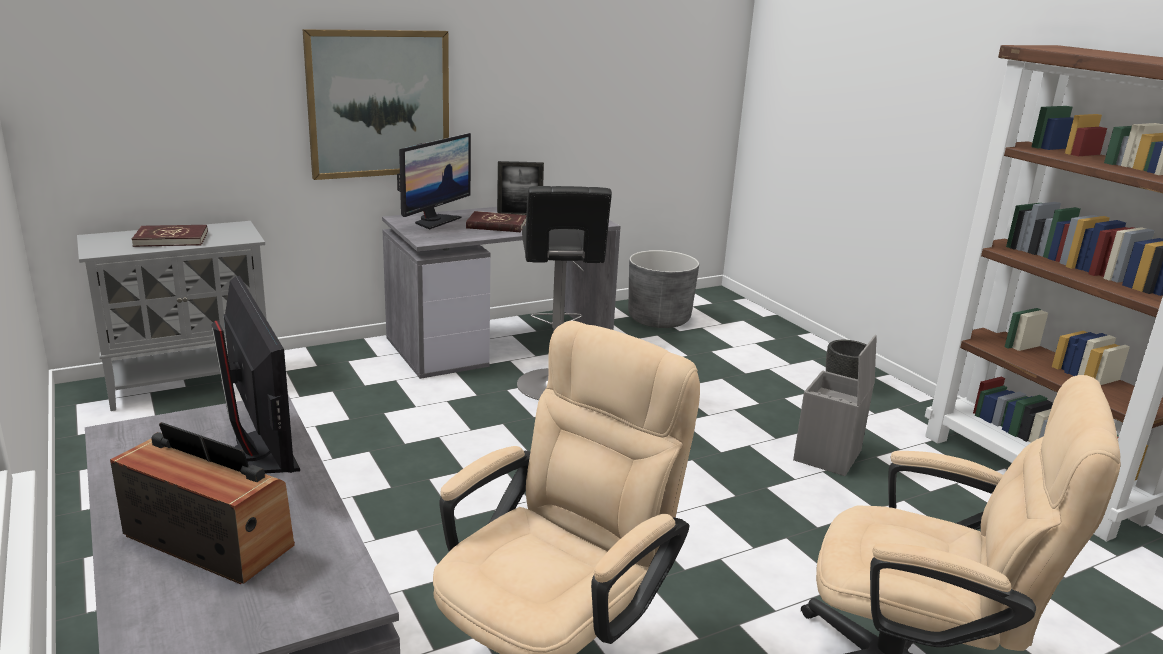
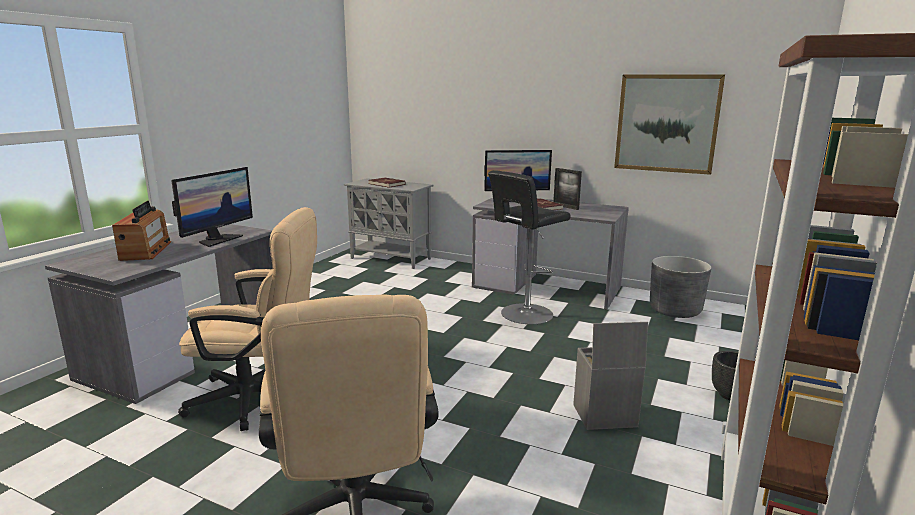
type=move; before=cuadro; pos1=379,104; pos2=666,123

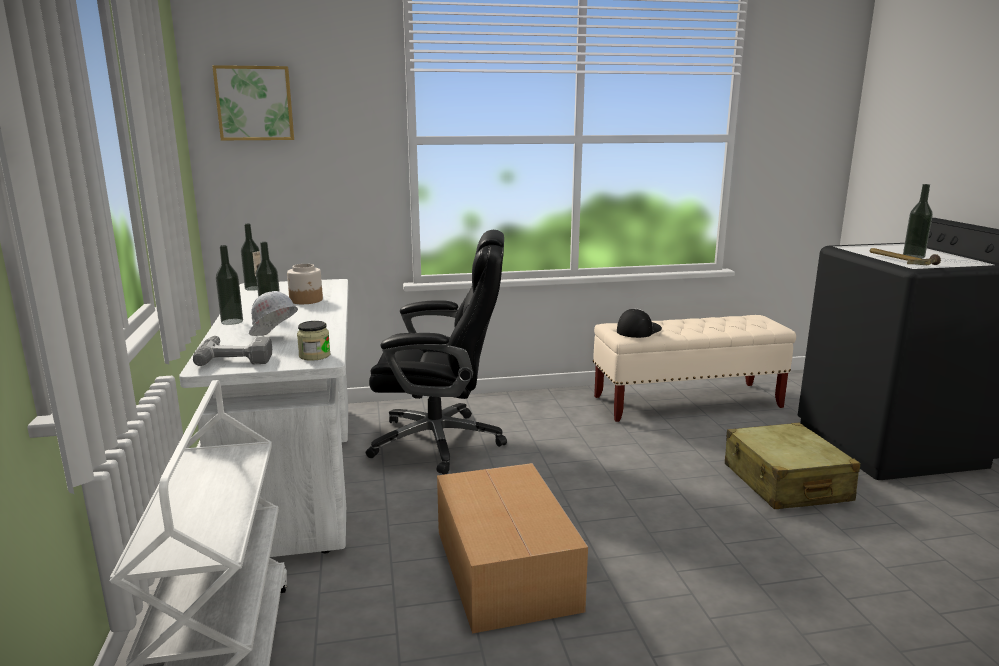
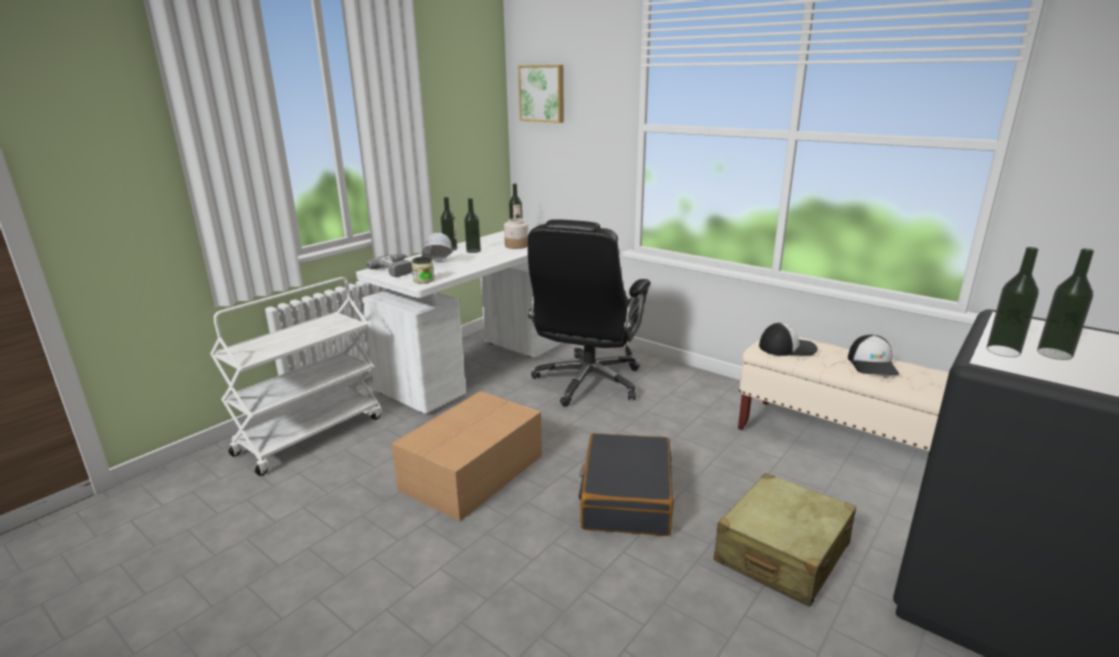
type=rotate; before=silla de oficina (negro); pos1=440,441; pos2=587,383; turn=60
type=insert; after=maleta (negro); pos2=626,497
type=insert; after=gorra; pos2=873,364
type=replace; before=martillo; after=botella; pos1=900,260; pos2=1003,351

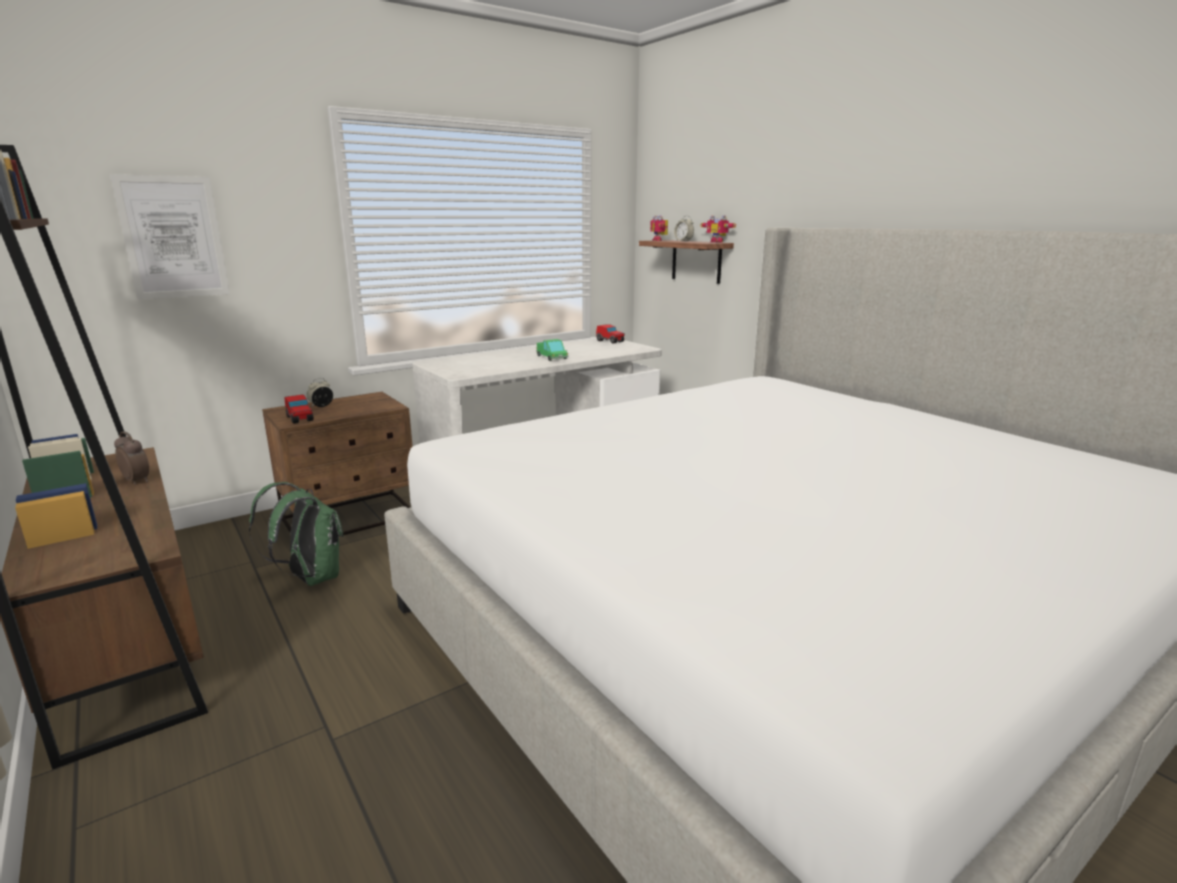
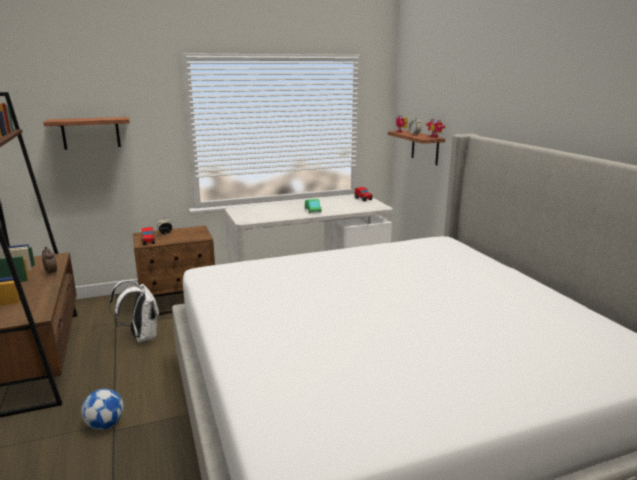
type=replace; before=cuadro; after=estante; pos1=173,237; pos2=91,133
type=insert; after=balón de fútbol; pos2=105,424
type=recolor; before=mochila (verde); after=mochila (blanco); pos1=310,578; pos2=141,337

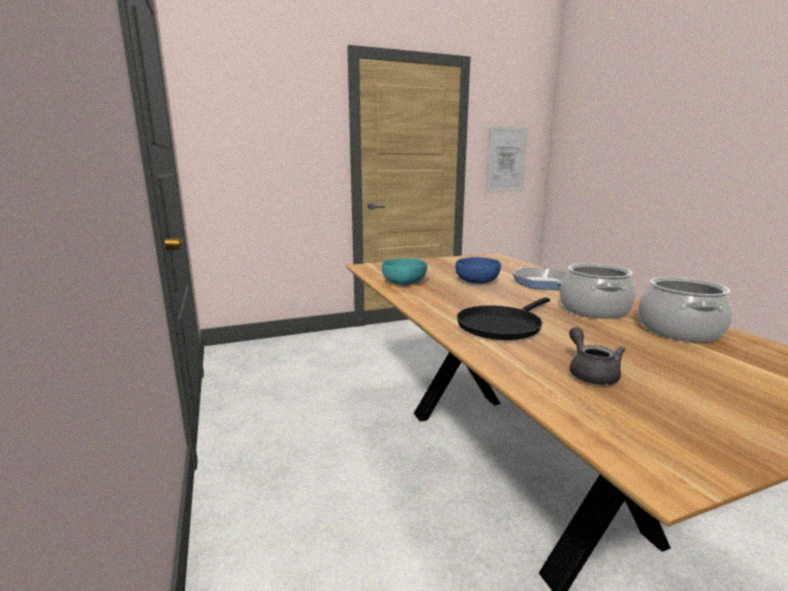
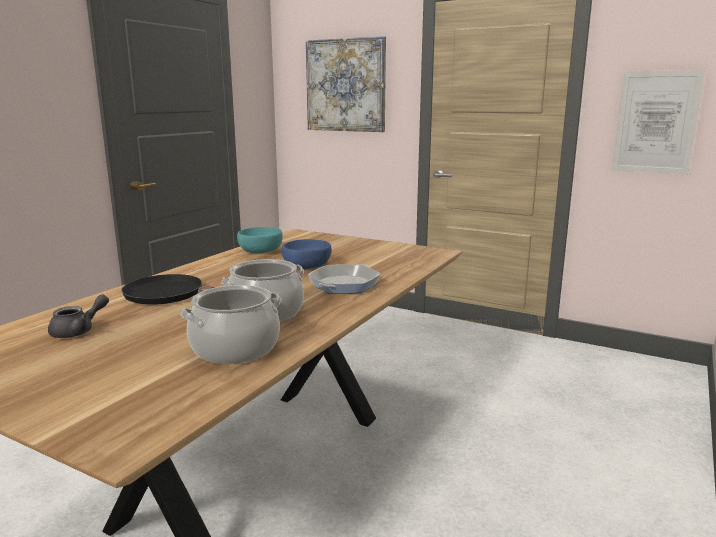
type=insert; after=cuadro; pos2=346,85

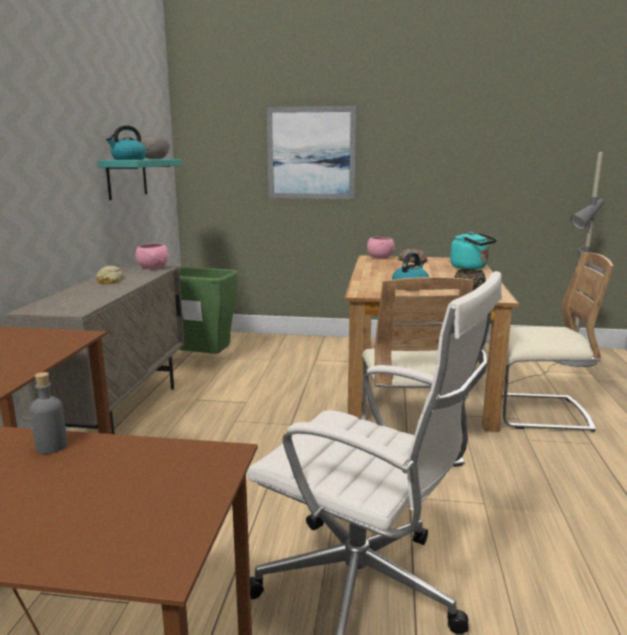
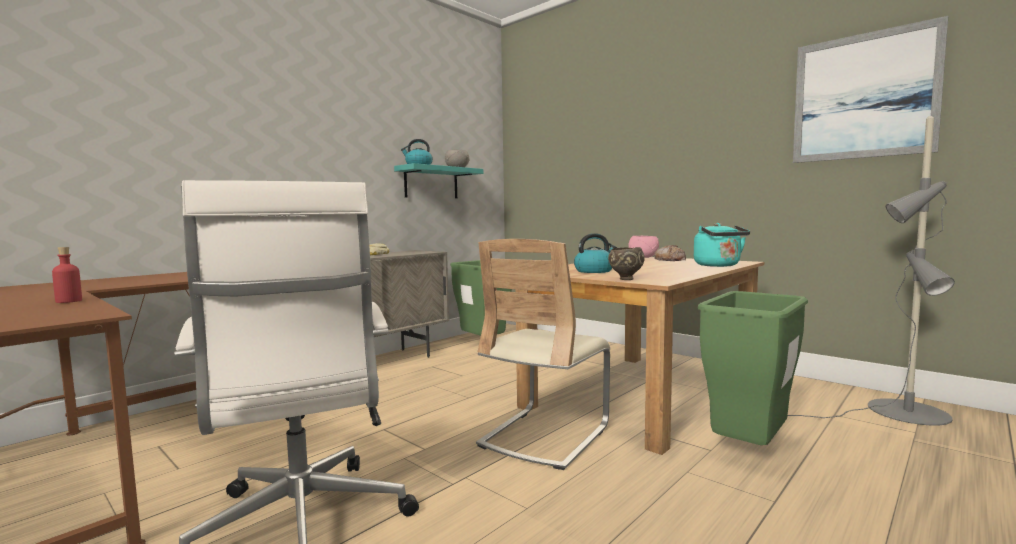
type=recolor; before=botella (gris); after=botella (rojo); pos1=52,446; pos2=69,301
type=replace; before=silla (beis); after=papelera (verde); pos1=537,412; pos2=748,451
type=move; before=cuadro; pos1=311,153; pos2=863,96
type=delete; before=cuenco (rosa); pos1=153,268

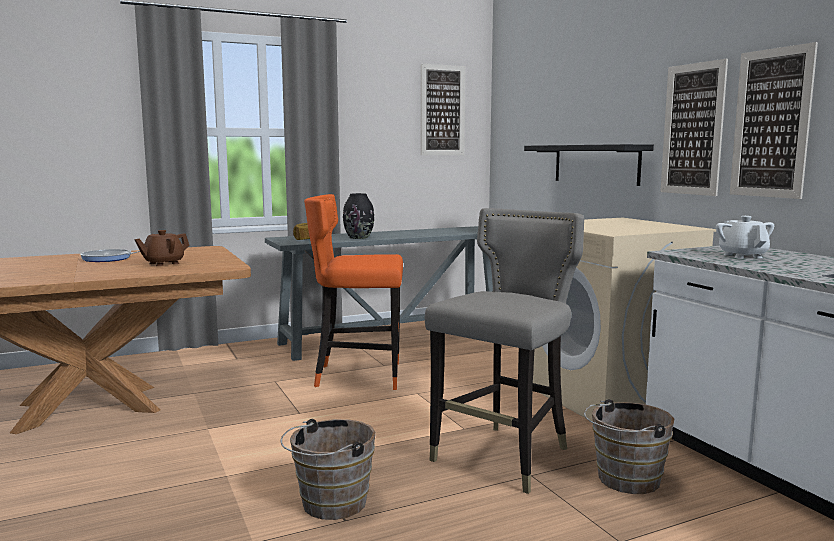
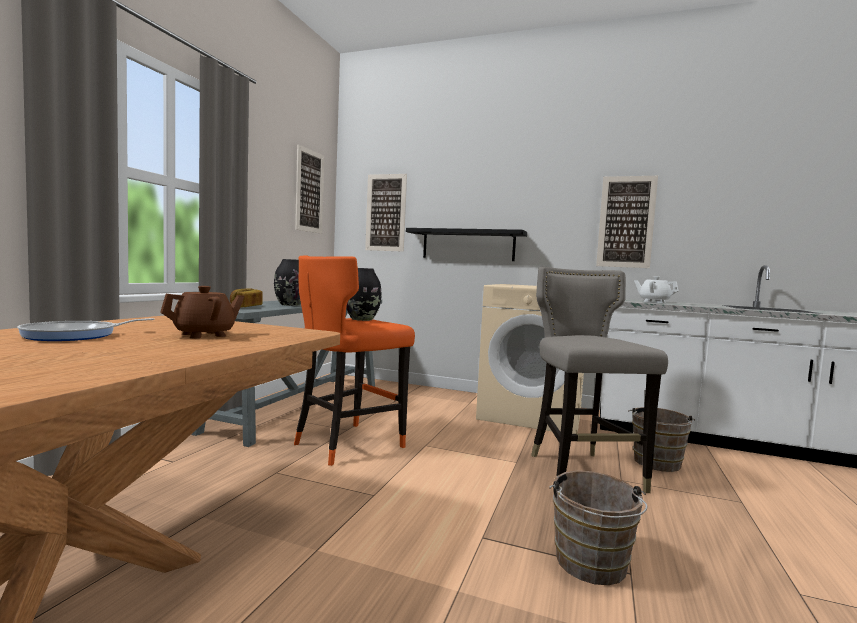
type=rotate; before=tetera (marrón); pos1=163,263; pos2=204,335; turn=-135
type=insert; after=florero (negro); pos2=362,319
type=move; before=cuadro; pos1=692,129; pos2=386,212

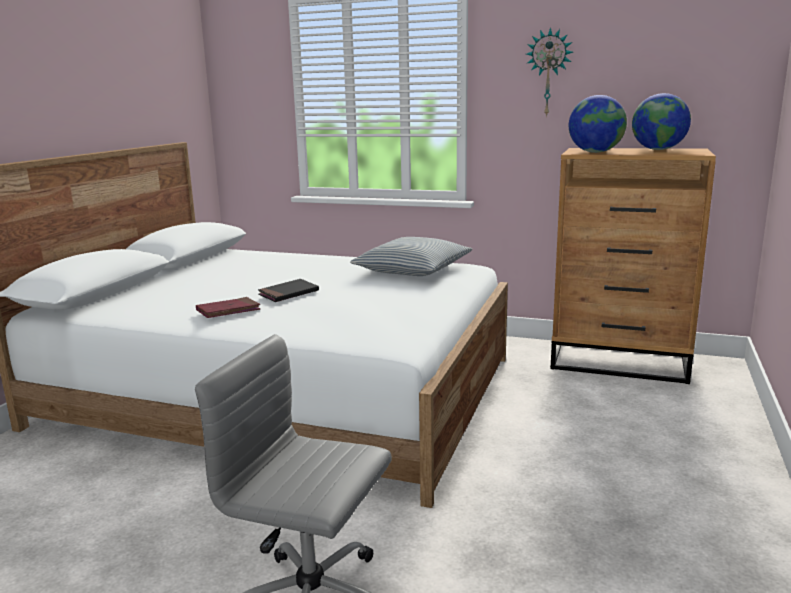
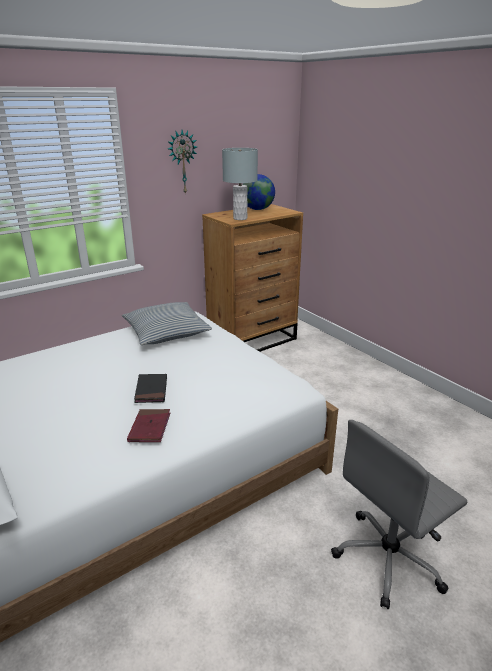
type=replace; before=globo terráqueo; after=lámpara de mesa (gris); pos1=595,152; pos2=240,218

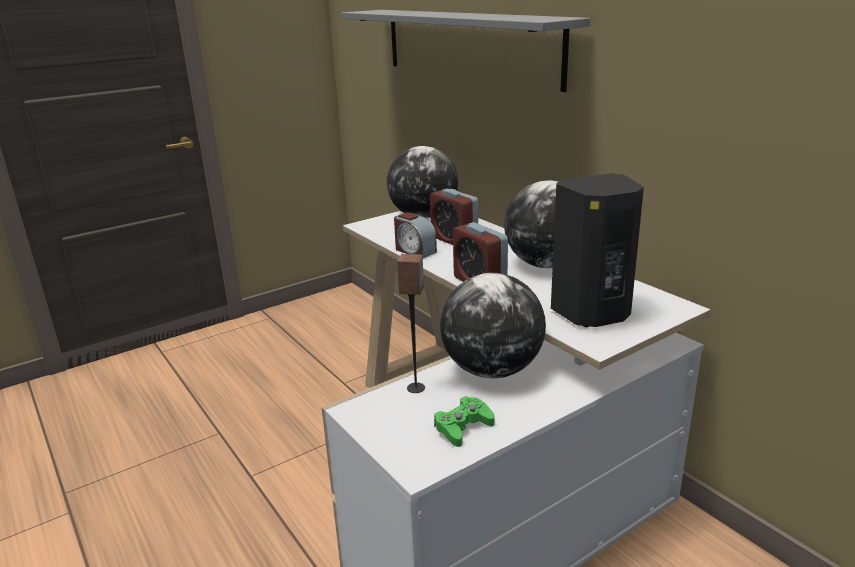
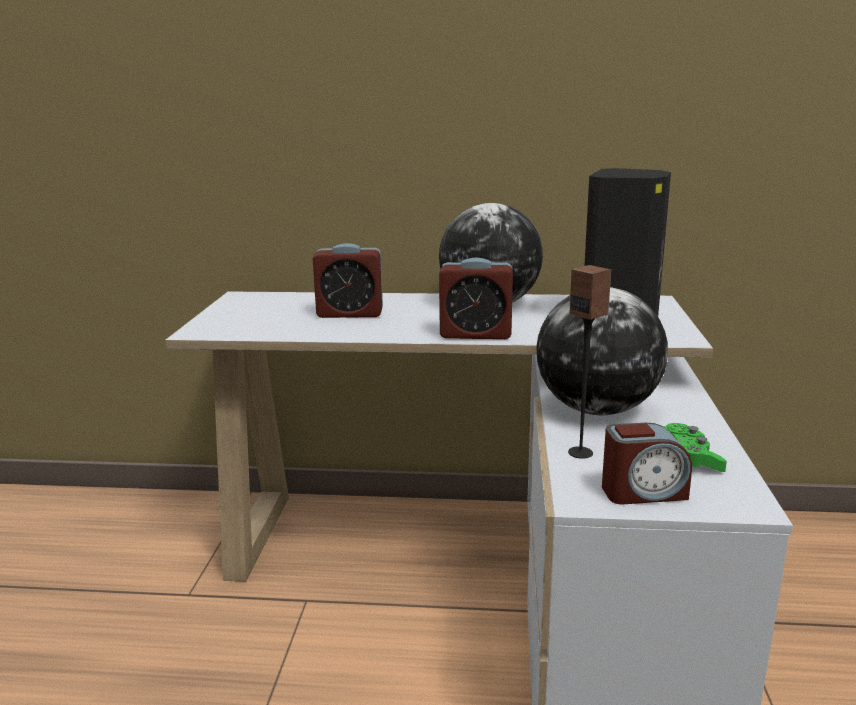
type=move; before=despertador; pos1=414,251; pos2=643,492
type=delete; before=estante (gris); pos1=467,45
type=delete; before=globo terráqueo; pos1=423,216

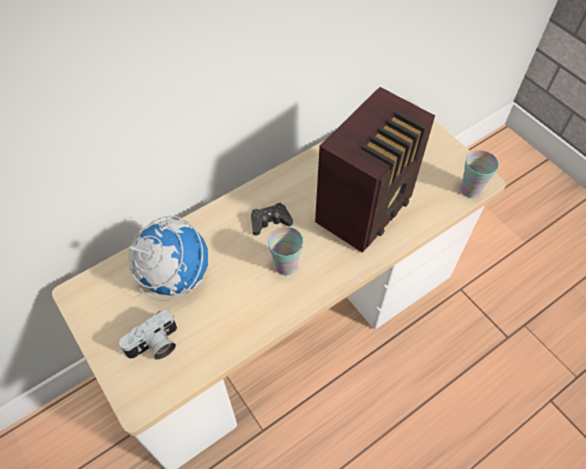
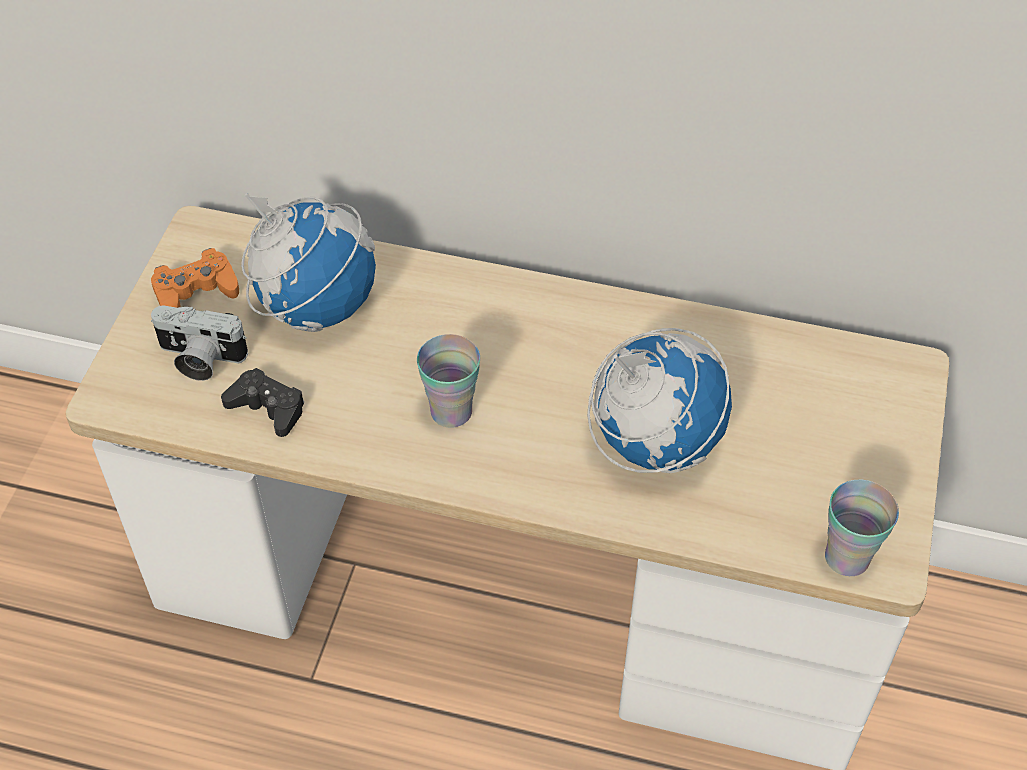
type=insert; after=mando de consola (naranja); pos2=196,291
type=move; before=mando de consola (negro); pos1=270,221; pos2=267,408
type=replace; before=radio; after=globo terráqueo; pos1=367,208; pos2=654,442

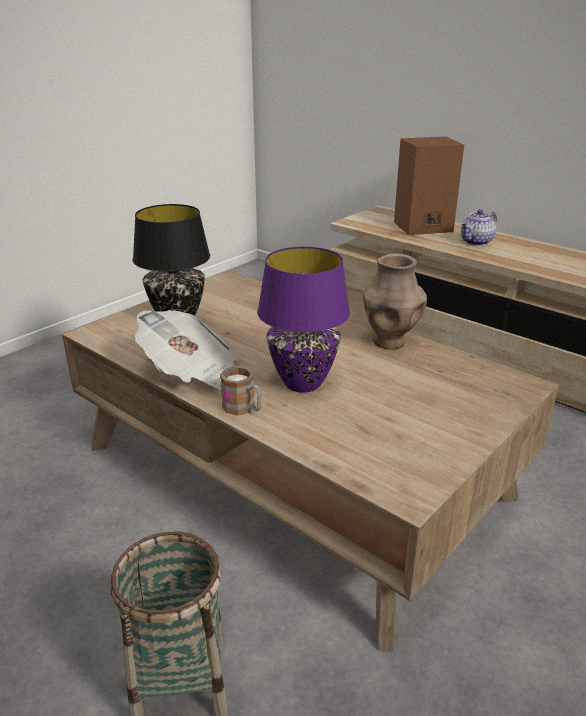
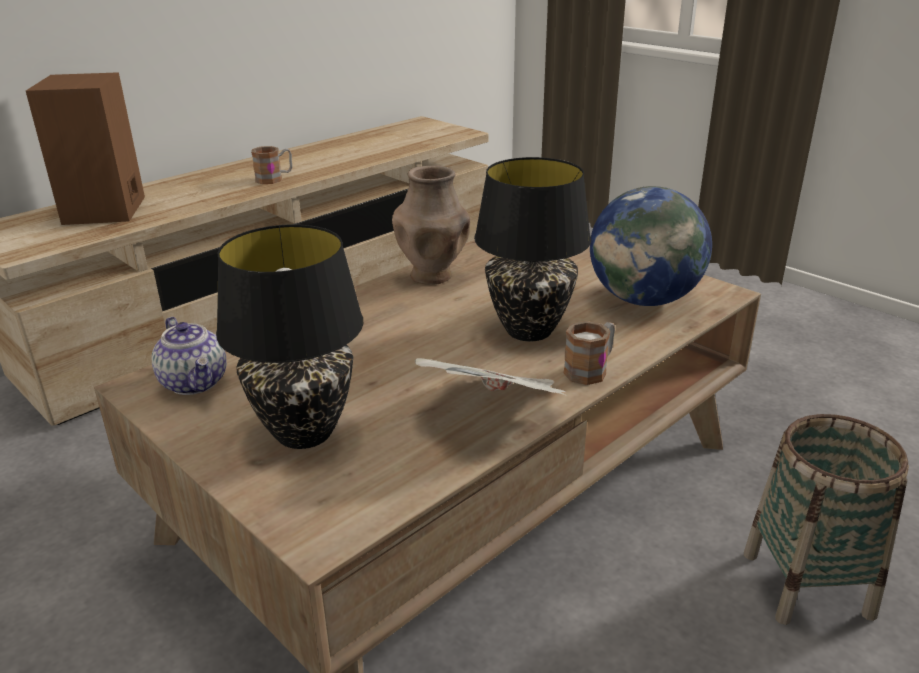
type=move; before=tetera; pos1=476,242; pos2=195,382
type=insert; after=taza grande; pos2=274,179
type=recolor; before=lámpara de mesa (morado); after=lámpara de mesa (negro); pos1=304,383; pos2=529,330
type=insert; after=globo terráqueo; pos2=644,299

